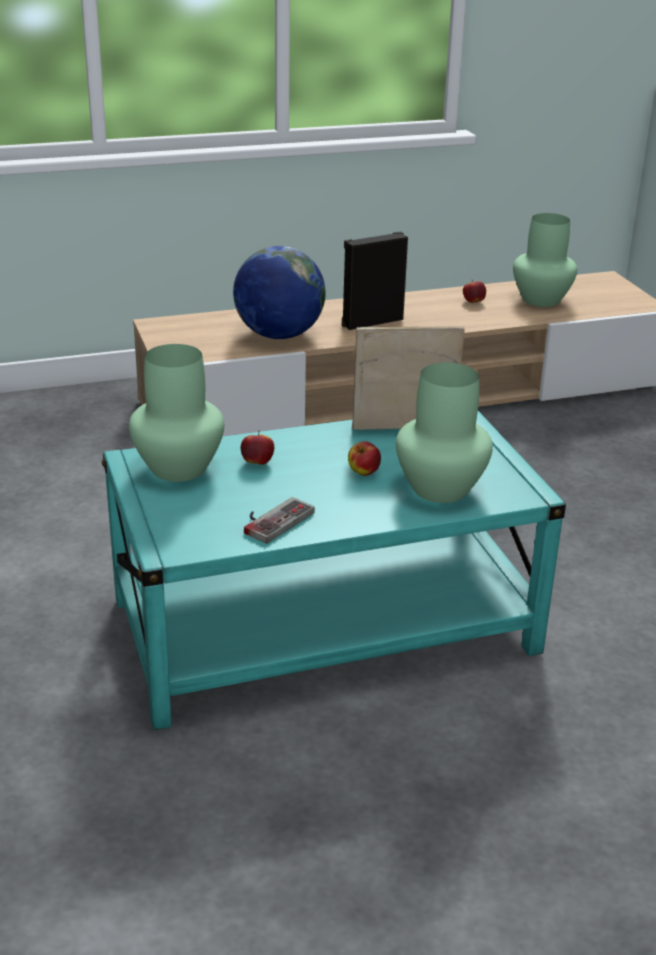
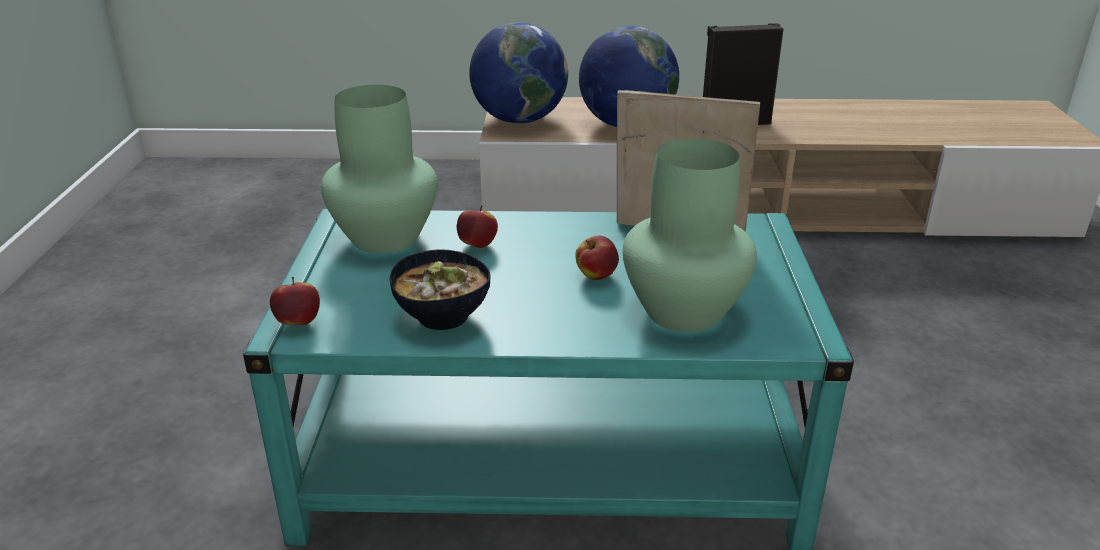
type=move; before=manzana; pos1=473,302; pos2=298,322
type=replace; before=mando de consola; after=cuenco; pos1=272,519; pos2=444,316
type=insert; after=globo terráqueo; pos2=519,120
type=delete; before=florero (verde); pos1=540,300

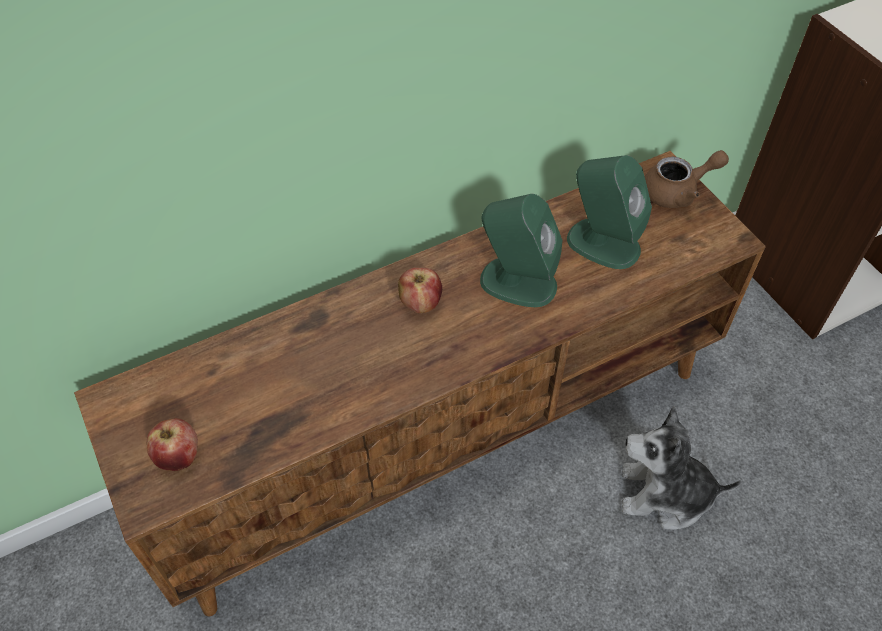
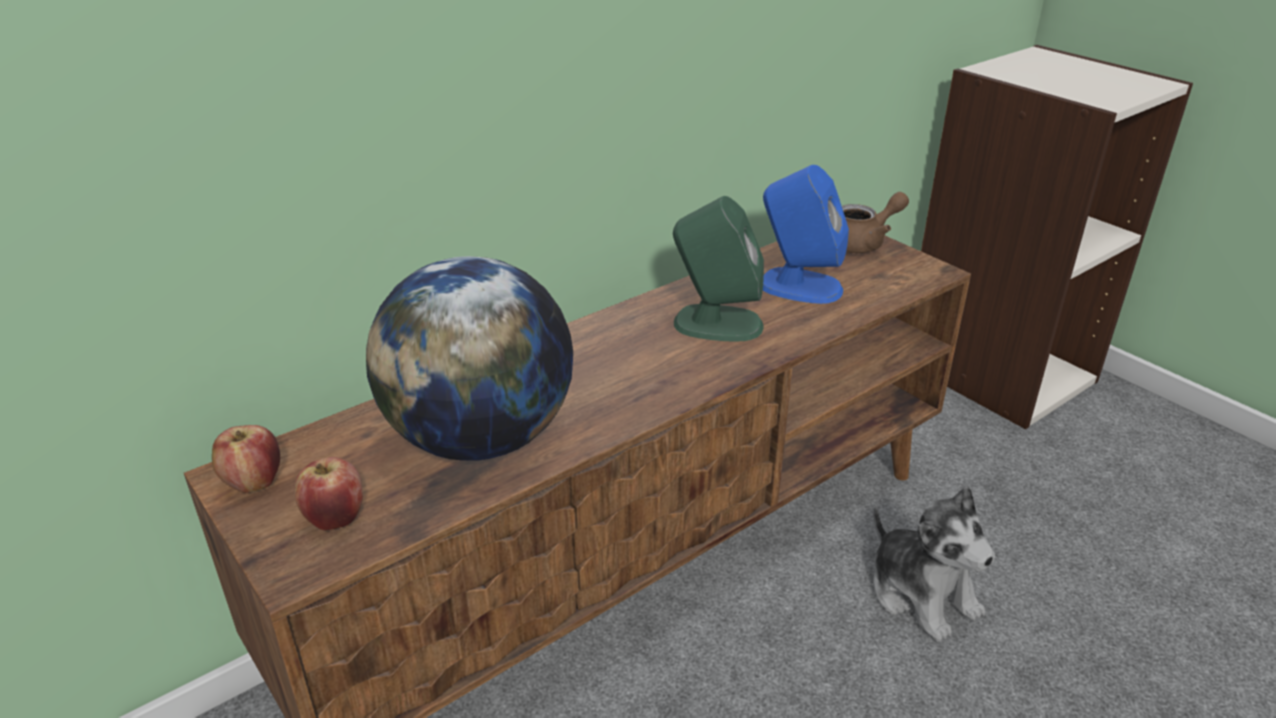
type=move; before=manzana; pos1=420,304; pos2=254,483
type=insert; after=globo terráqueo; pos2=481,439
type=recolor; before=altavoz (verde); after=altavoz (azul); pos1=602,243; pos2=799,286
type=rotate; before=peluche; pos1=665,495; pos2=922,594; turn=-120

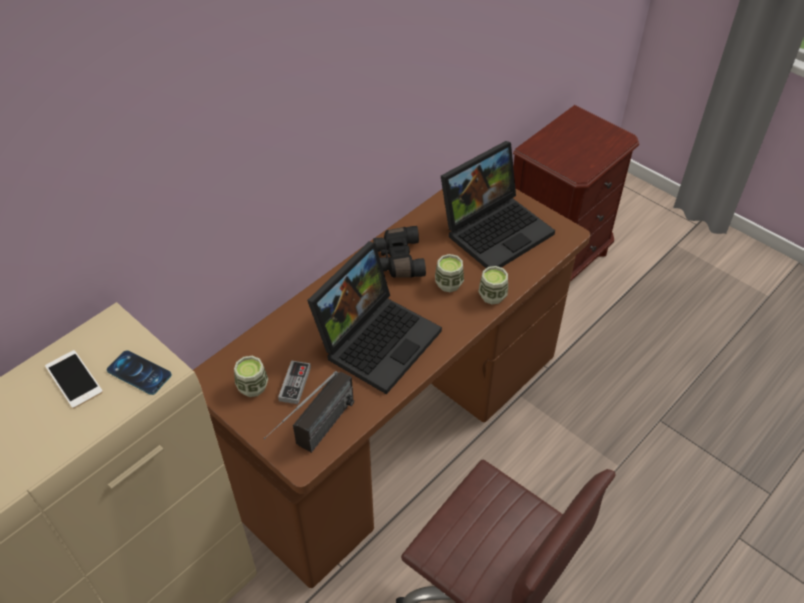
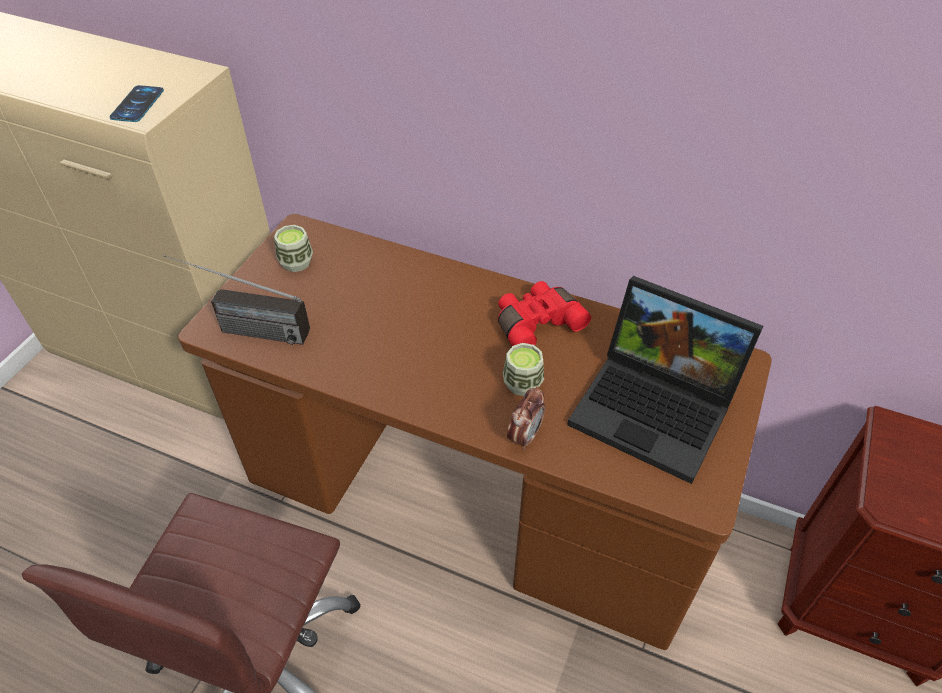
type=recolor; before=prismáticos (negro); after=prismáticos (rojo); pos1=397,260; pos2=536,323
type=replace; before=taza; after=despertador; pos1=492,296; pos2=524,436
type=delete; before=móvil; pos1=74,379
type=delete; before=mando de consola; pos1=295,384
type=delete; before=portátil; pos1=377,338

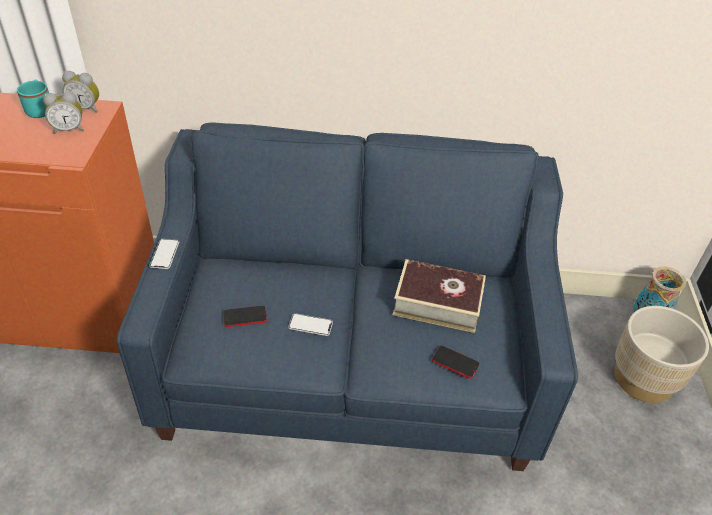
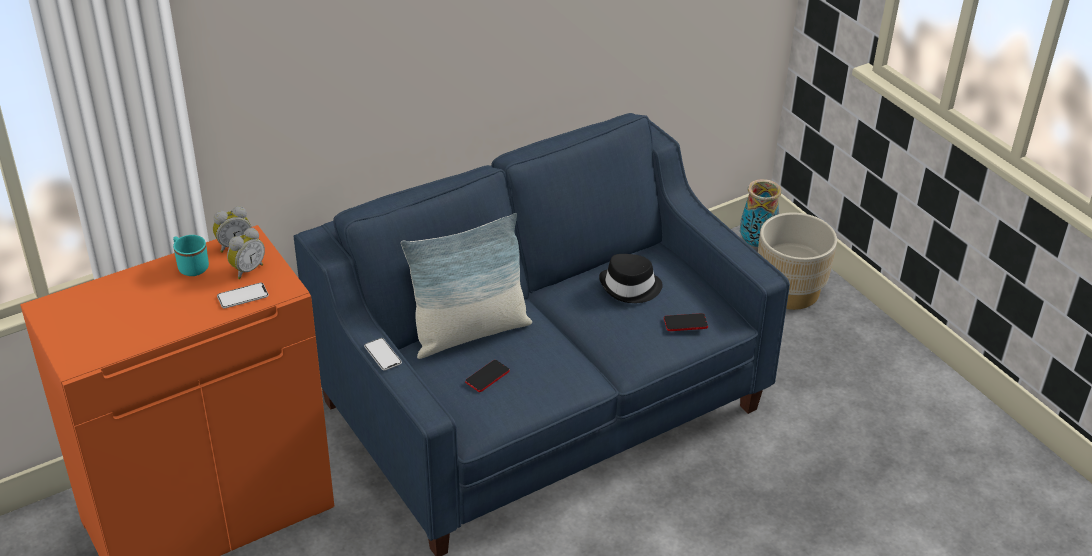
type=move; before=móvil; pos1=310,325; pos2=243,296
type=insert; after=cojín; pos2=469,332
type=replace; before=libro; after=sombrero (negro); pos1=438,303; pos2=630,287

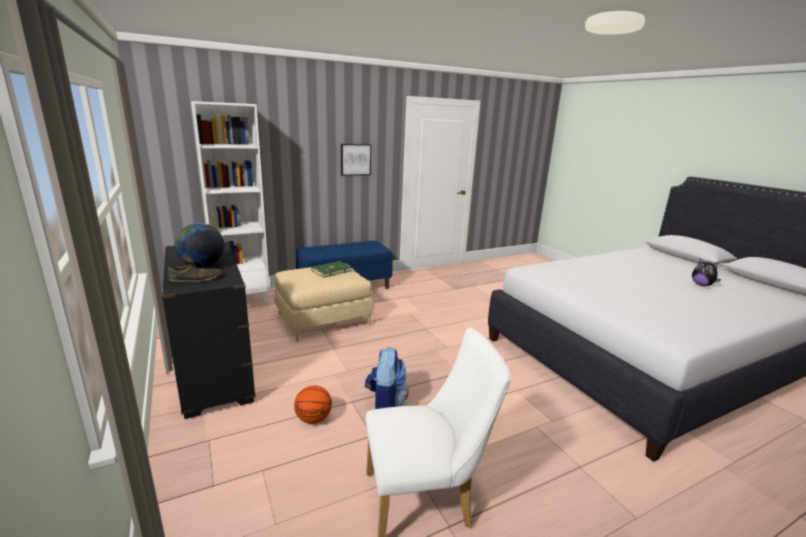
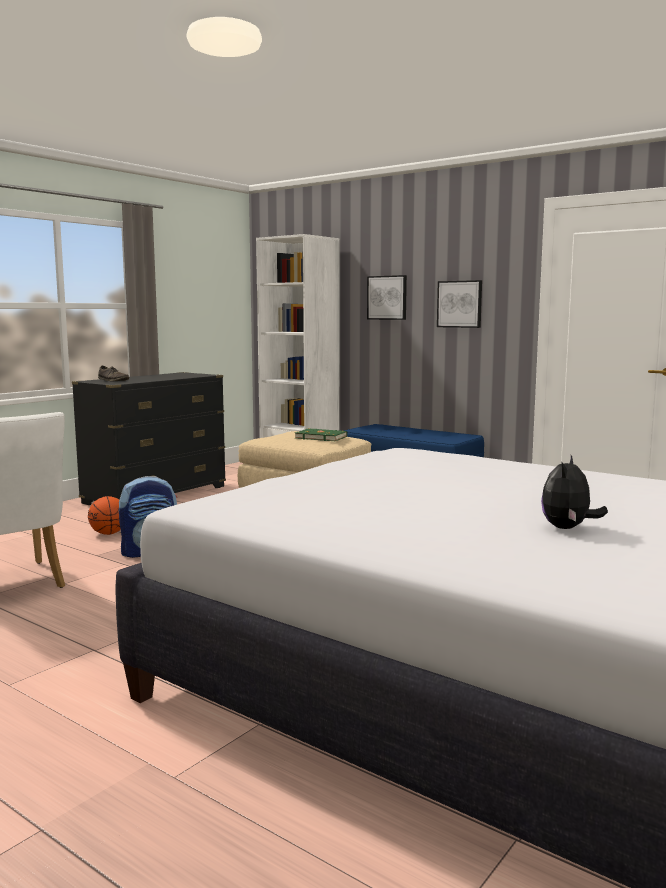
type=insert; after=cuadro; pos2=387,297
type=delete; before=globo terráqueo; pos1=202,266

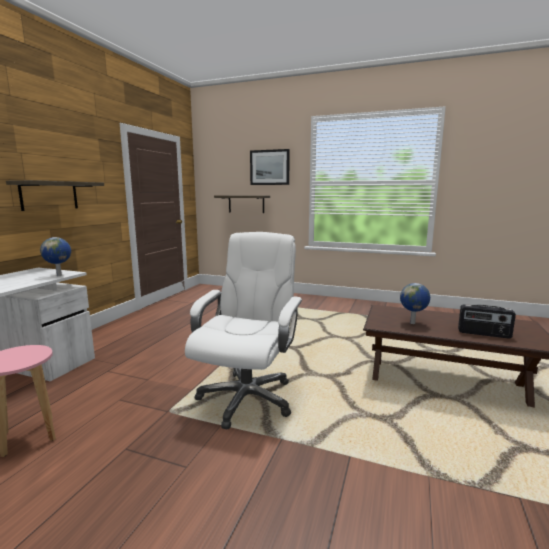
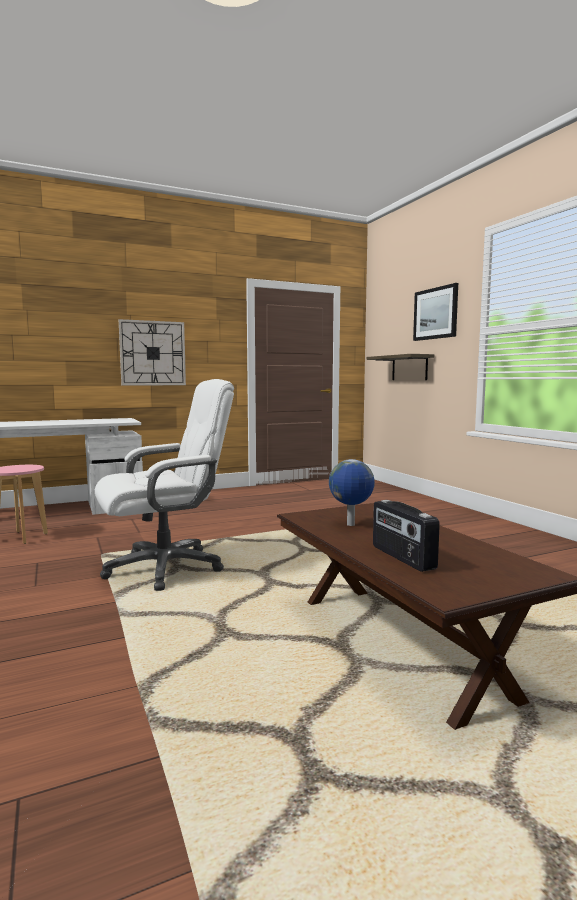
type=replace; before=estante; after=reloj de pared; pos1=49,195; pos2=153,353
type=delete; before=globo terráqueo; pos1=60,275

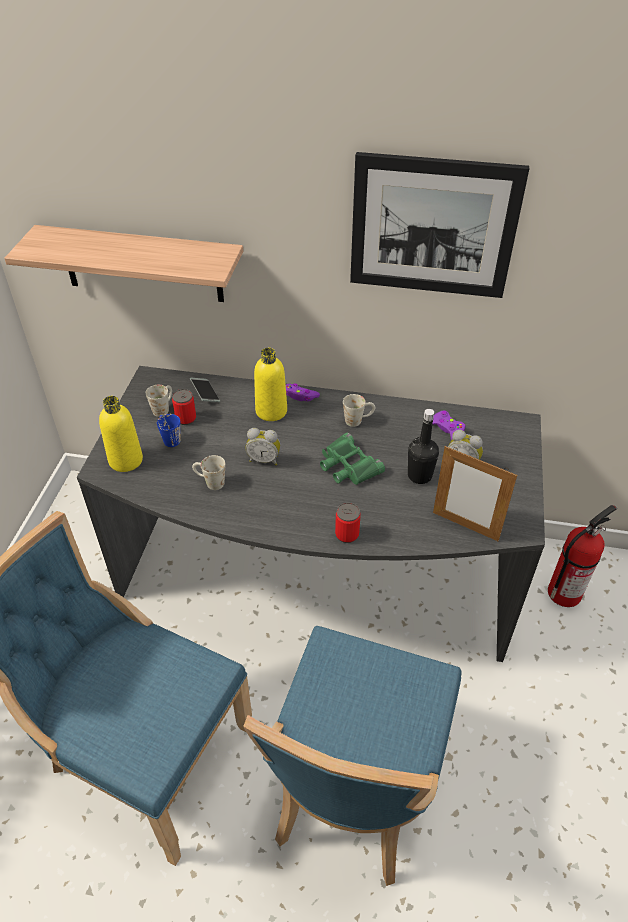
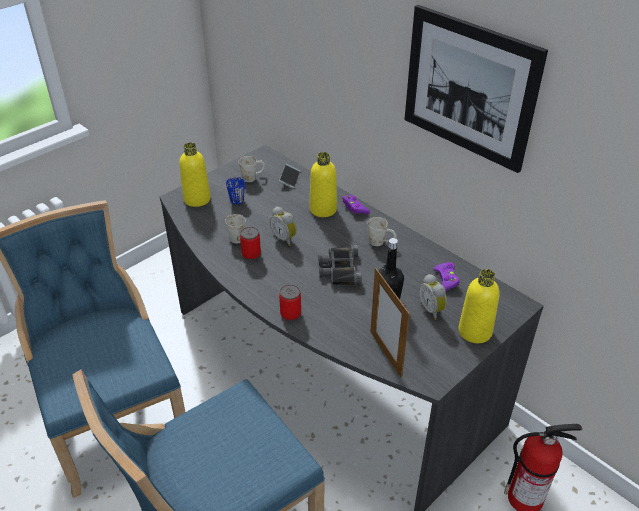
type=move; before=lata; pos1=186,419; pos2=251,254
type=recolor; before=prismáticos (verde); after=prismáticos (negro); pos1=348,466; pos2=340,270
type=insert; after=botella (amarillo); pos2=475,331
type=delete; before=estante; pos1=142,264

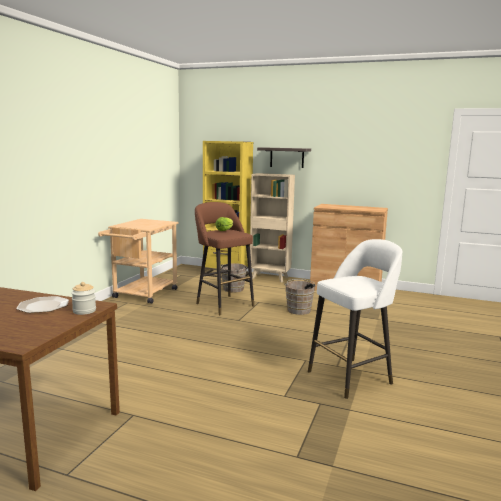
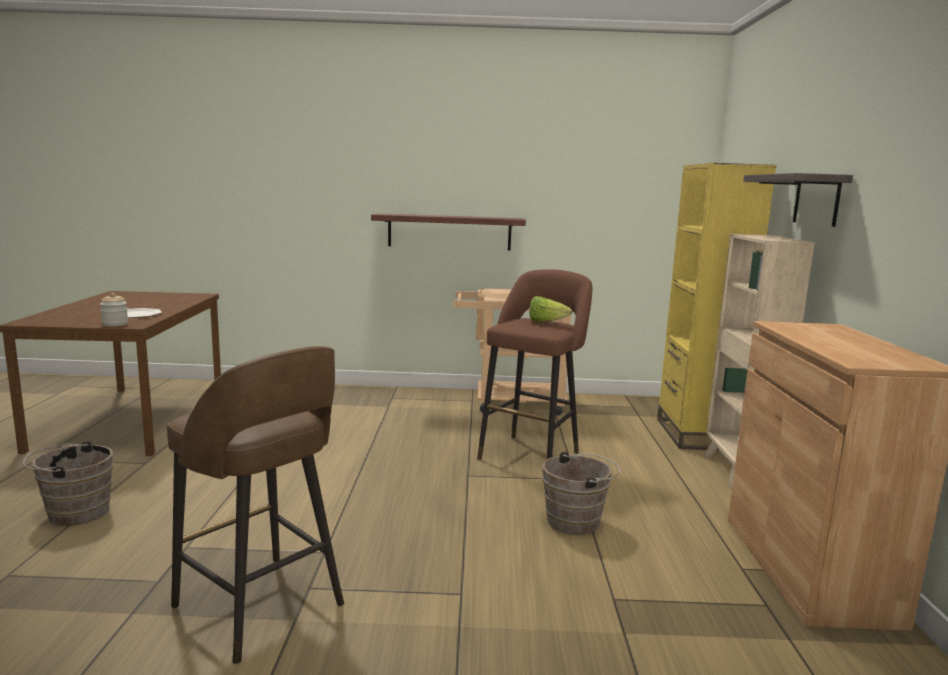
type=move; before=cubo (marrón); pos1=232,289; pos2=74,513
type=recolor; before=taburete (blanco); after=taburete (marrón); pos1=351,377; pos2=261,608
type=insert; after=estante; pos2=449,232

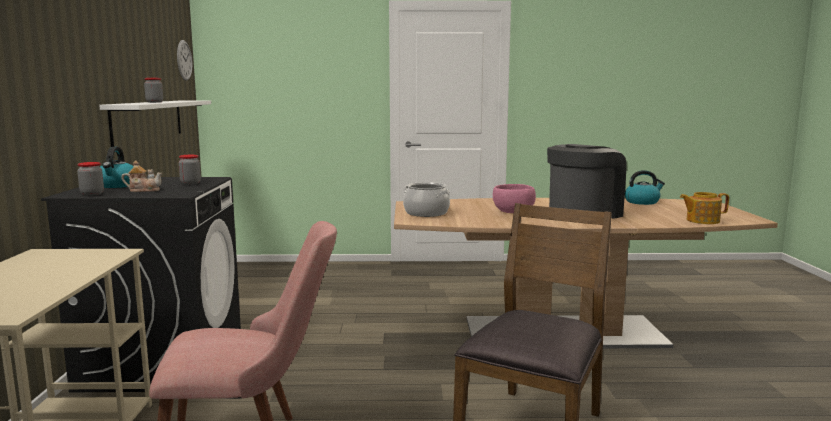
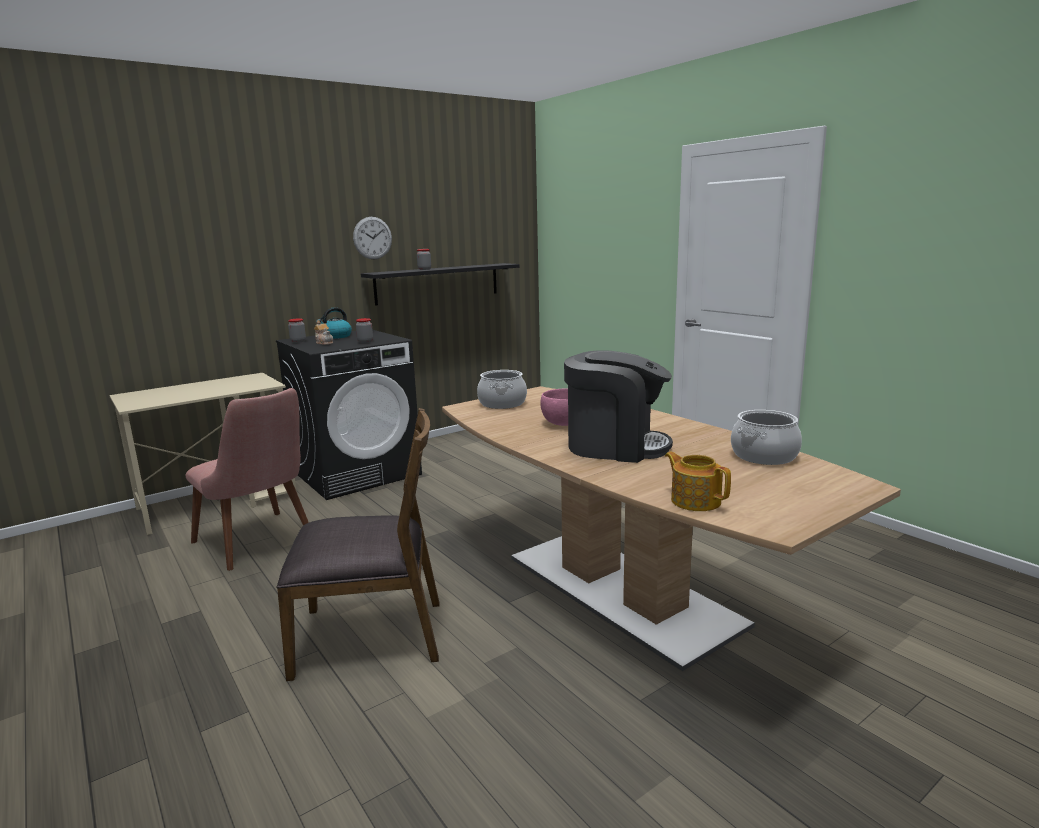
type=move; before=reloj de pared; pos1=184,60; pos2=372,238
type=recolor; before=estante (blanco); after=estante (negro); pos1=148,120; pos2=438,283
type=replace; before=hervidor; after=olla; pos1=642,202; pos2=763,456

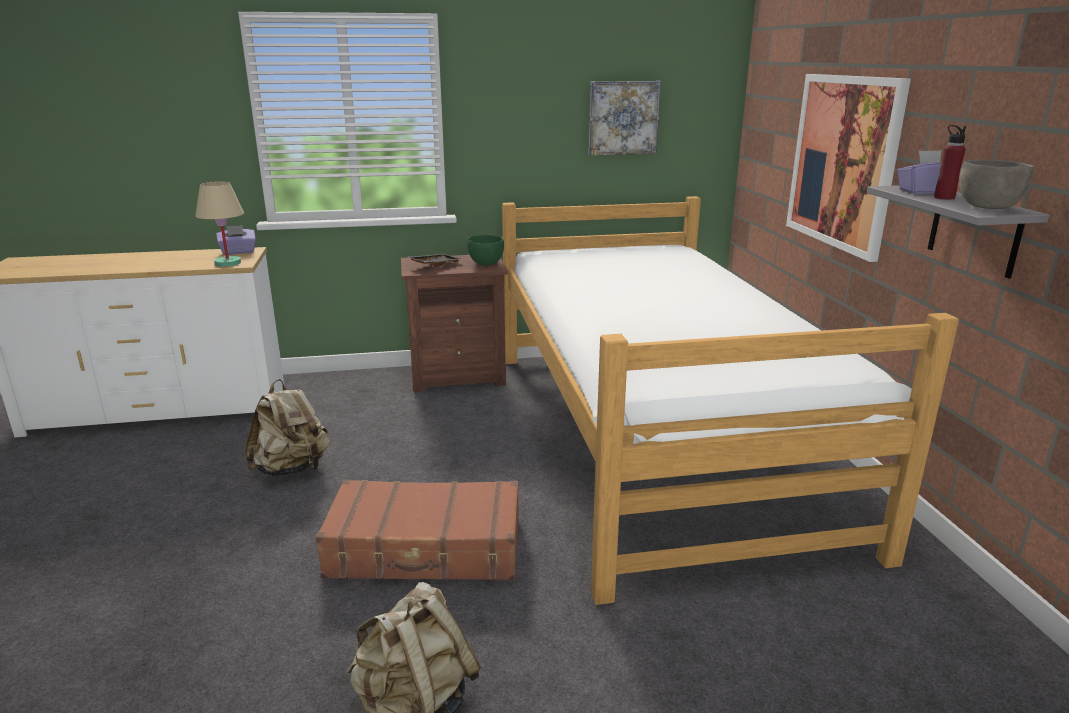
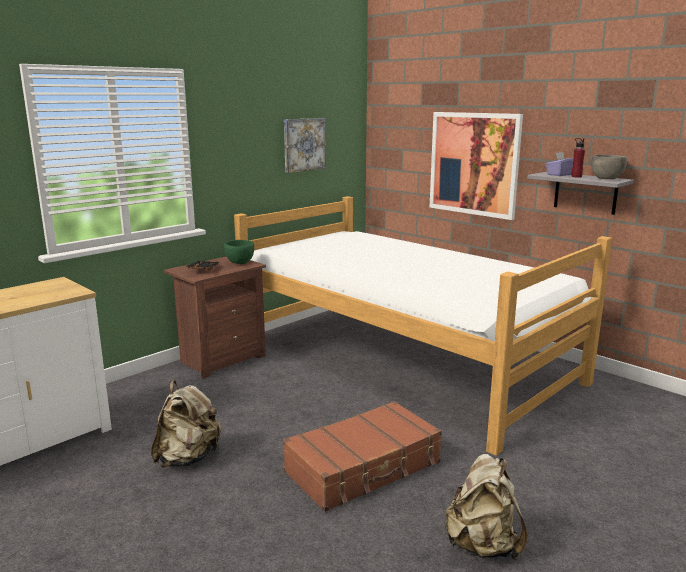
type=delete; before=lámpara de mesa (beis); pos1=227,263
type=delete; before=caja de pañuelos (morado); pos1=238,252

